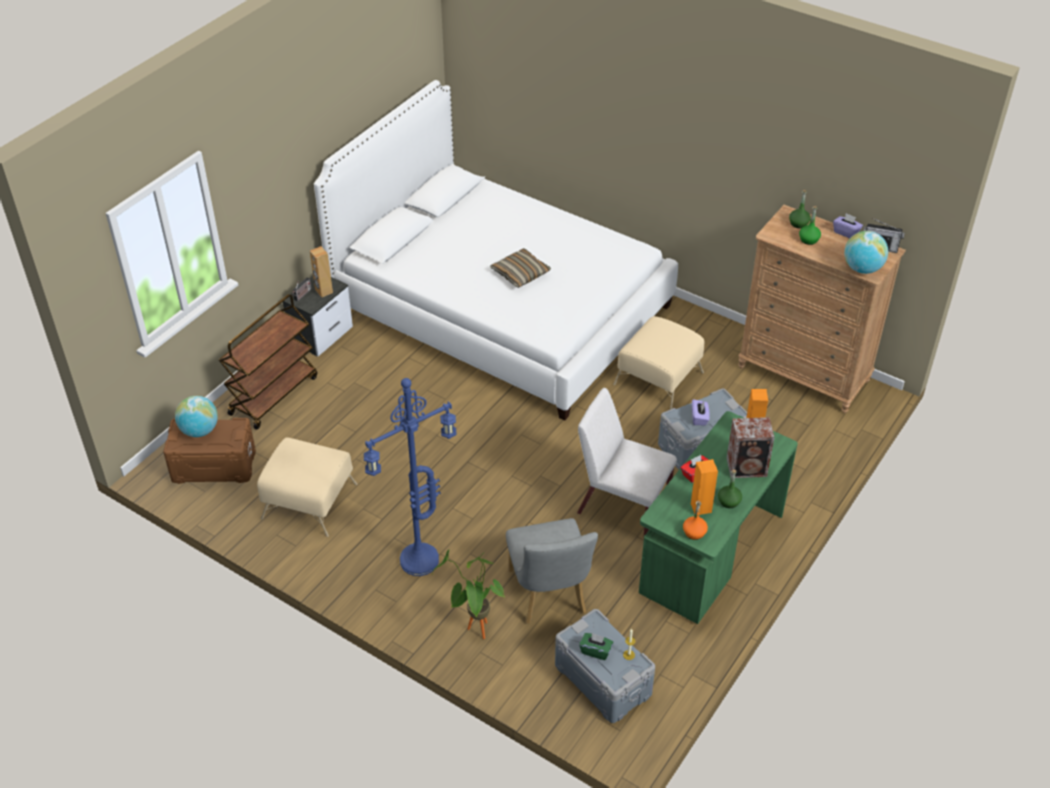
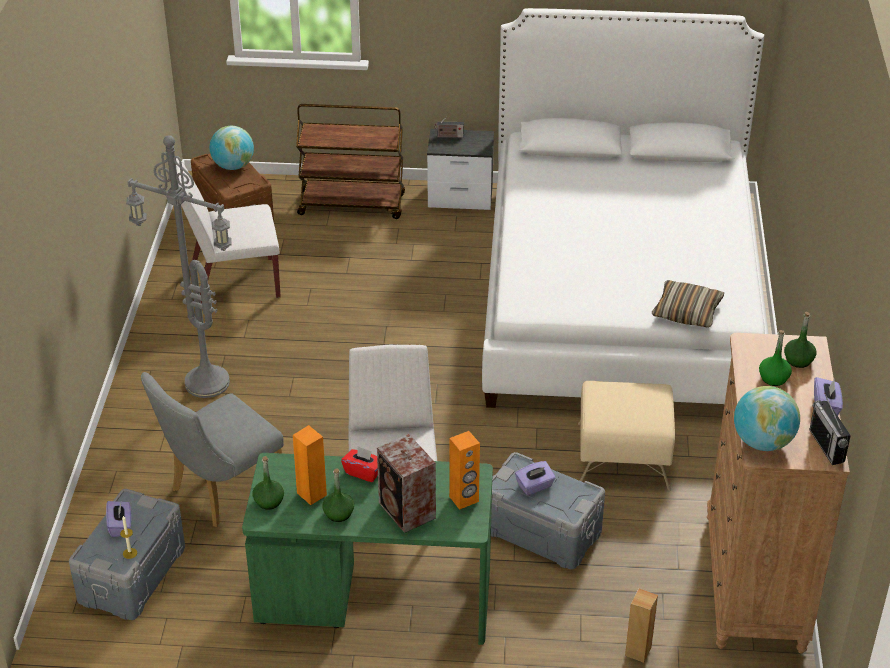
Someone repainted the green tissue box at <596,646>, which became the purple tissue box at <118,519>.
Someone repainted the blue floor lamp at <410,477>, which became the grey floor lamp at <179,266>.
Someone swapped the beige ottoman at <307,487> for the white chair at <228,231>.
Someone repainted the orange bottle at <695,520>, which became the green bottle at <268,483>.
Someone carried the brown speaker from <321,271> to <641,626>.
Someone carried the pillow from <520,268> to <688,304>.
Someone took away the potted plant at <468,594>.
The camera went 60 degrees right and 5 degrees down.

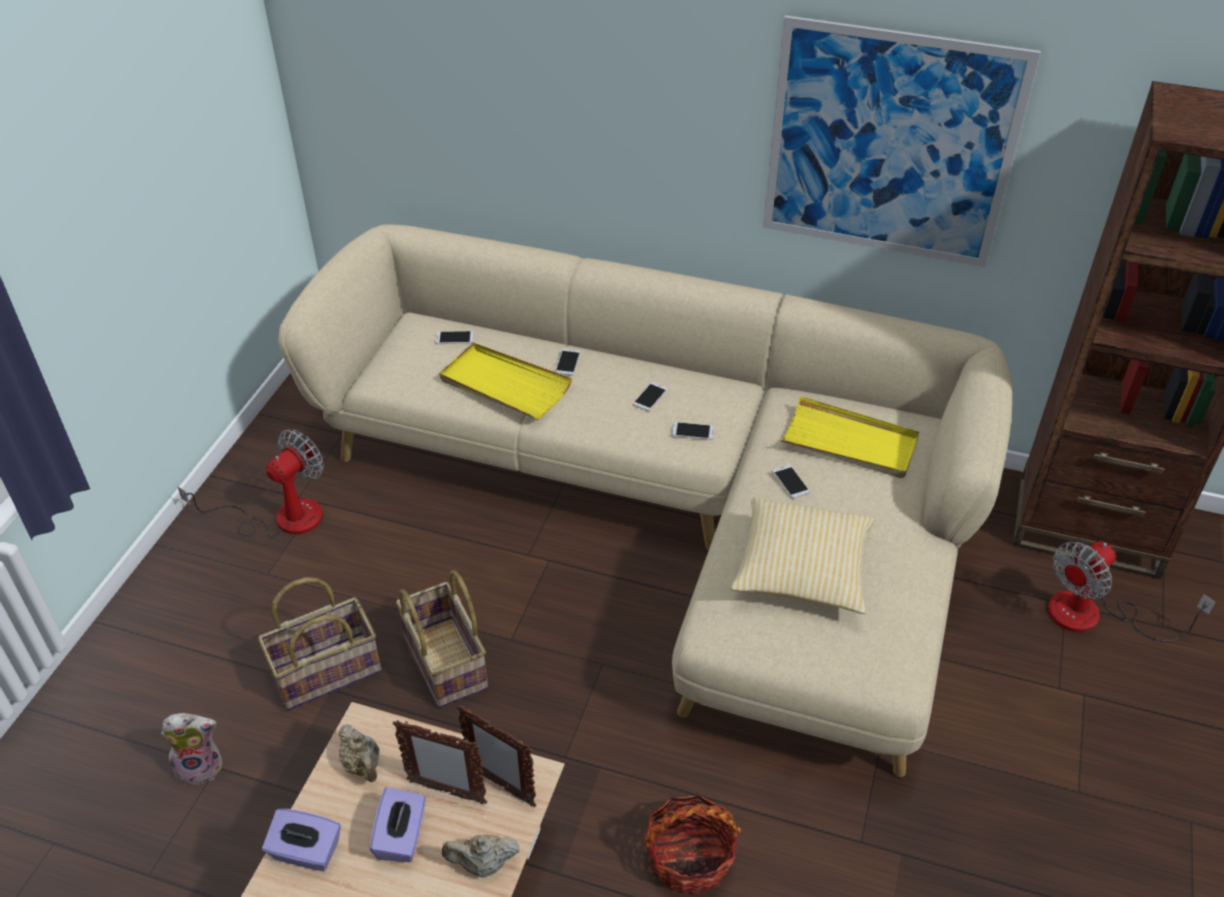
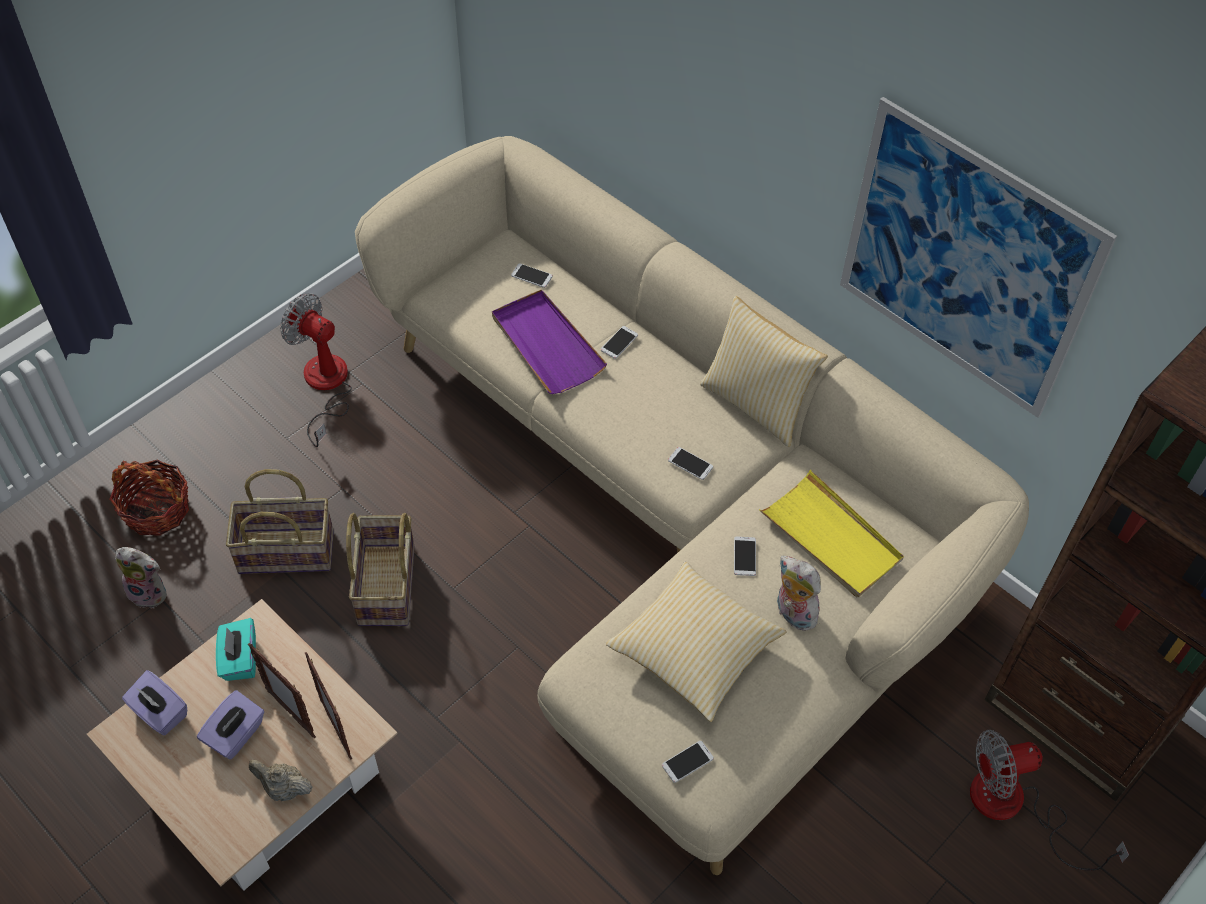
Someone carried the basket from <692,845> to <149,498>.
Someone swapped the beige teapot at <358,753> for the turquoise tissue box at <236,649>.
Someone rotated the fan at <250,483> by 120 degrees counterclockwise.
Someone repainted the yellow tray at <506,381>, which became the purple tray at <549,342>.
Someone carried the phone from <650,396> to <688,762>.
Someone put down the pillow at <764,371>.
Someone put down the plush toy at <799,593>.
The camera went 25 degrees right and 10 degrees up.

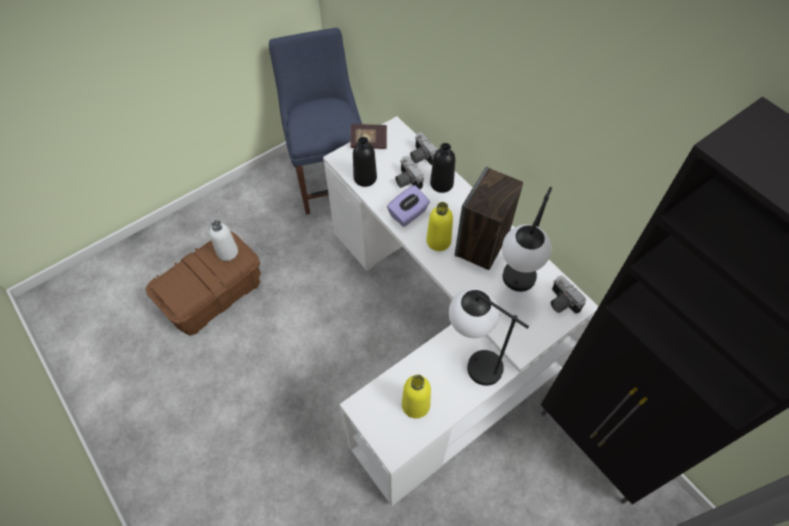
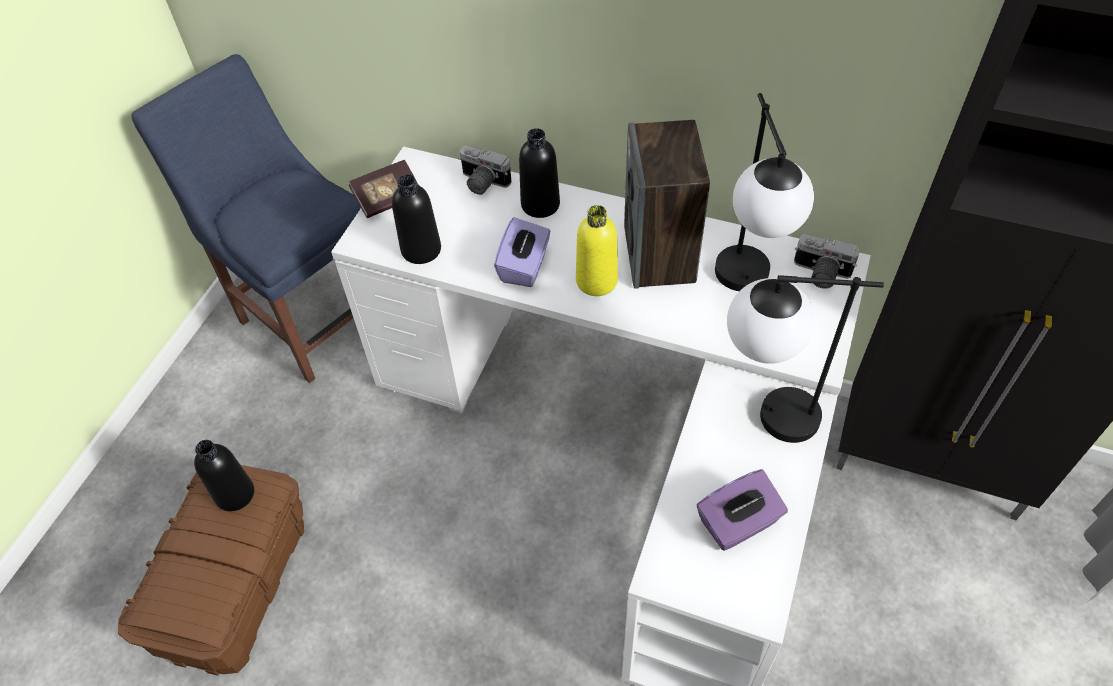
Someone repainted the white bottle at <223,240>, which became the black bottle at <224,475>.
Someone swapped the yellow bottle at <416,397> for the purple tissue box at <742,510>.
Someone took away the photo camera at <409,173>.
The camera went 30 degrees left and 5 degrees down.

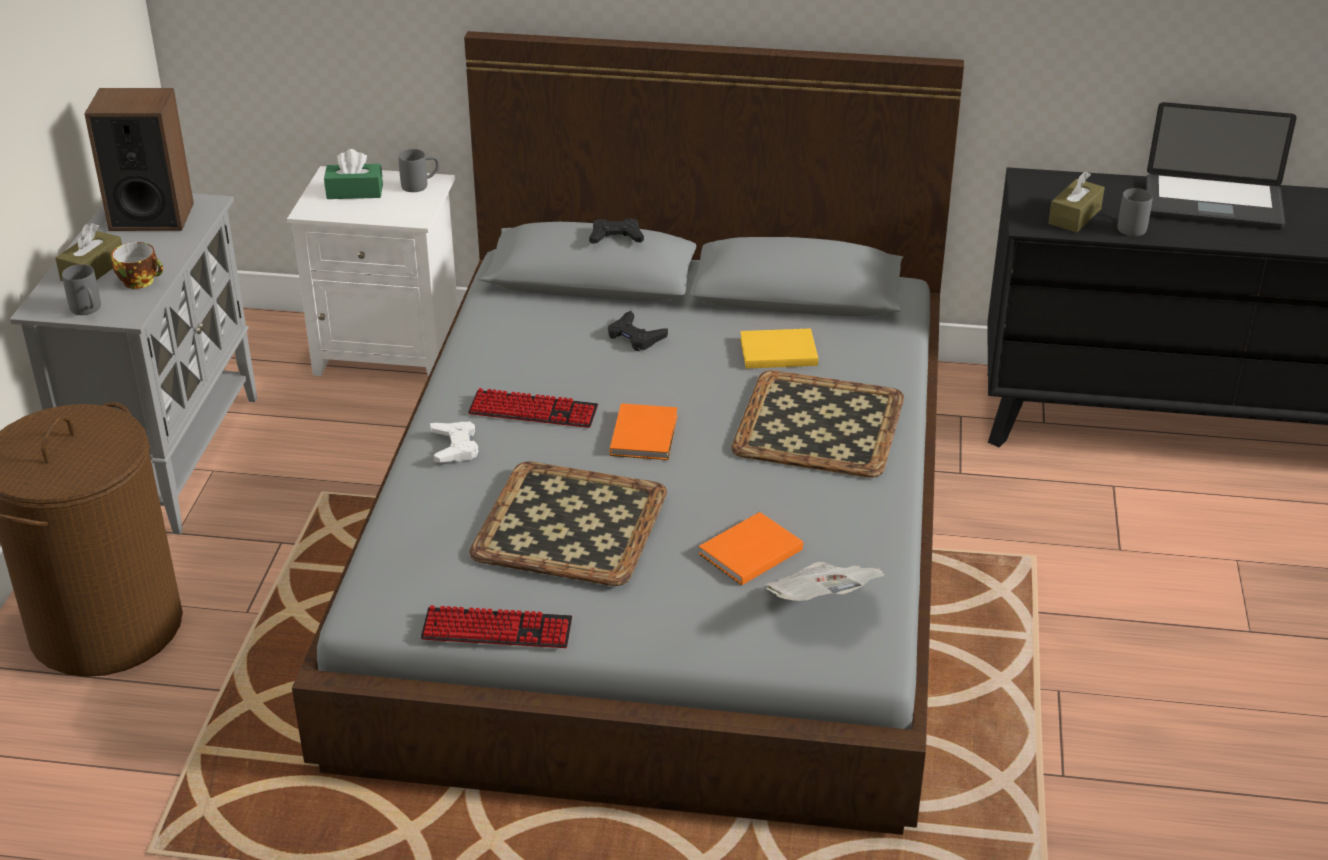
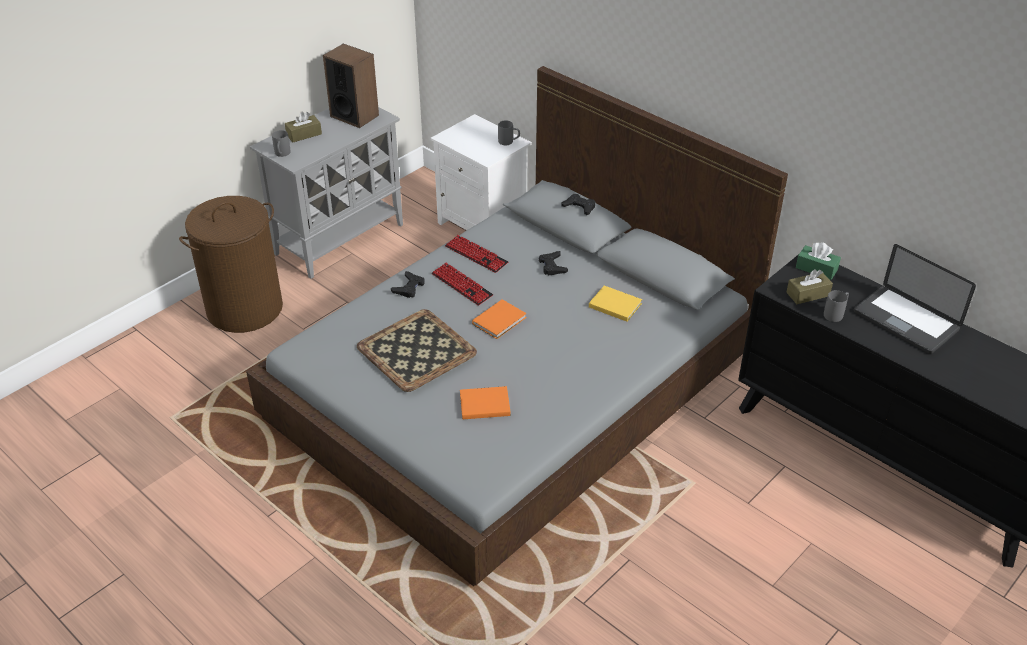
Someone repainted the white game controller at <454,442>, which became the black game controller at <408,284>.
Someone carried the keyboard from <496,626> to <477,254>.
Someone carried the green tissue box from <353,174> to <818,261>.
Someone took away the cup at <137,265>.
Someone took away the tray at <817,424>.
Someone took away the newspaper at <824,581>.
The camera went 35 degrees right and 5 degrees up.

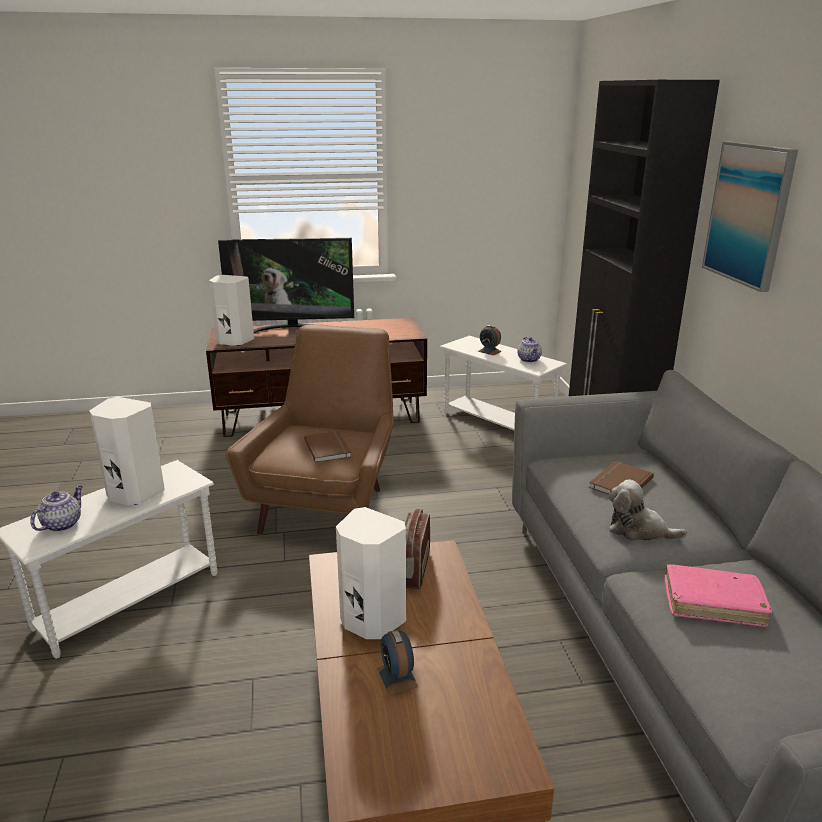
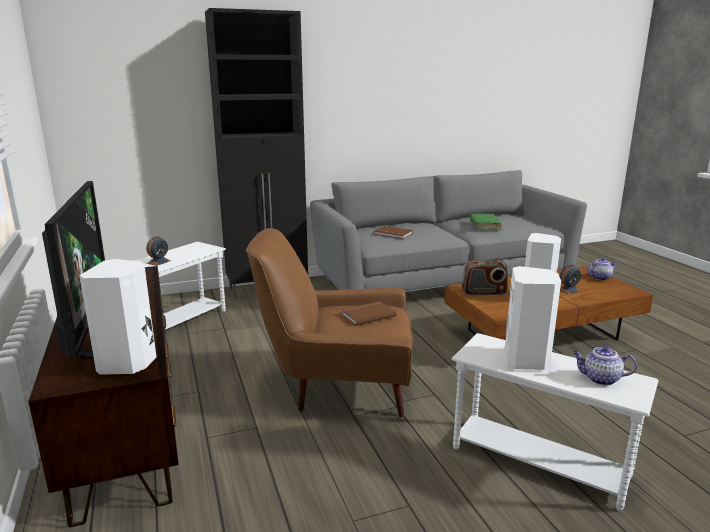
Someone repainted the pink book at <718,595>, which became the green book at <486,222>.
Someone carried the teapot from <529,349> to <601,269>.
Someone took away the plush toy at <648,510>.
Someone took away the picture at <750,217>.
The camera went 100 degrees left and 5 degrees down.

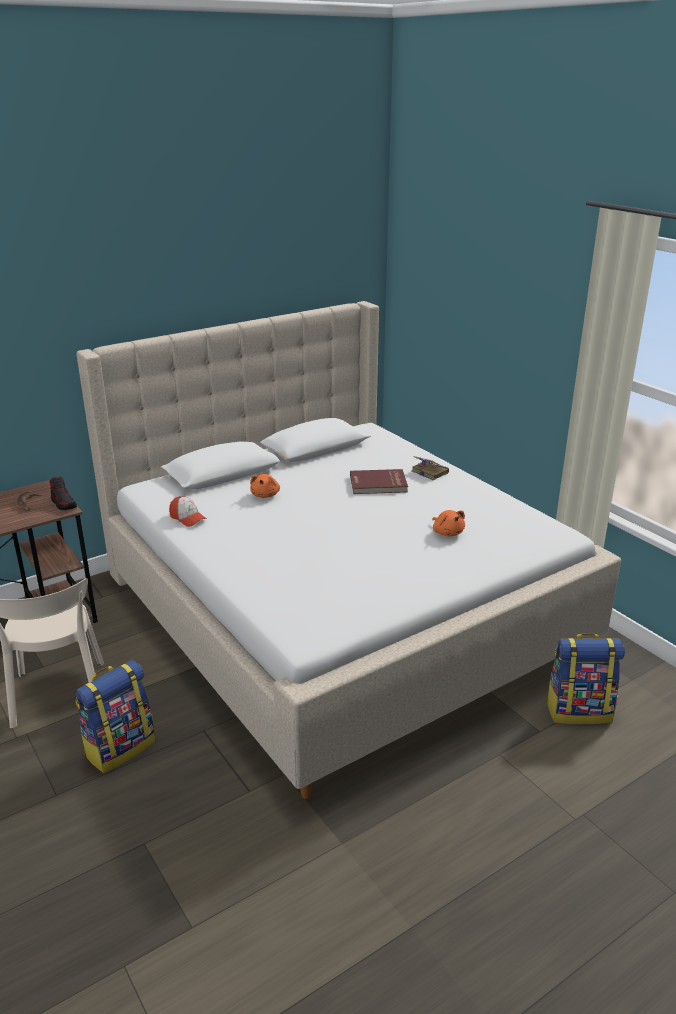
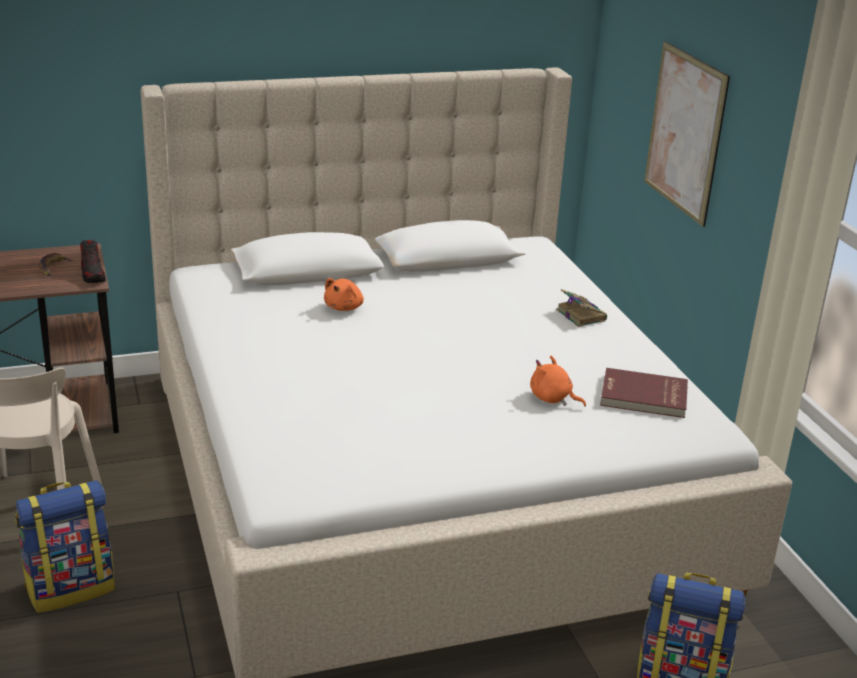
Someone rotated the orange plush toy at <448,523> by 135 degrees clockwise.
Someone carried the red book from <379,481> to <644,393>.
Someone put up the picture at <687,134>.
Someone took away the cap at <188,511>.
The camera went 15 degrees right and 0 degrees up.

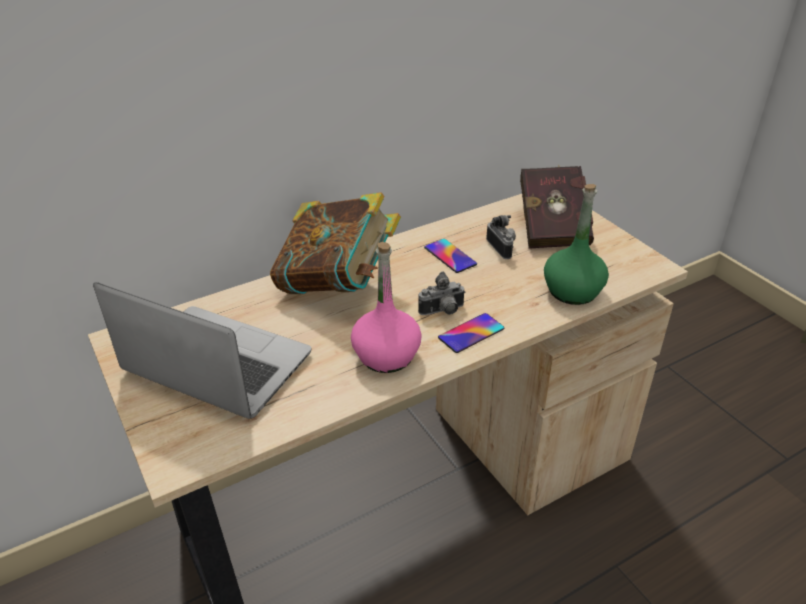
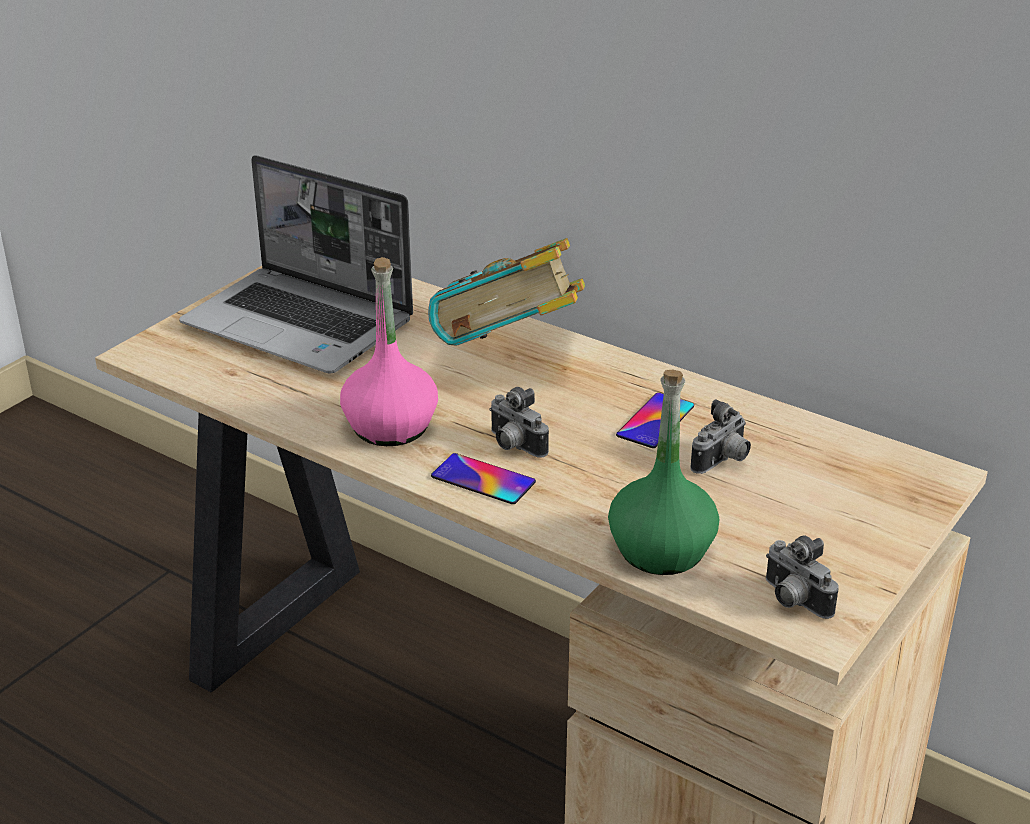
Someone rotated the laptop at <202,350> by 120 degrees clockwise.
Someone put down the photo camera at <802,577>.
Someone took away the red book at <557,207>.
The camera went 65 degrees right and 5 degrees down.

